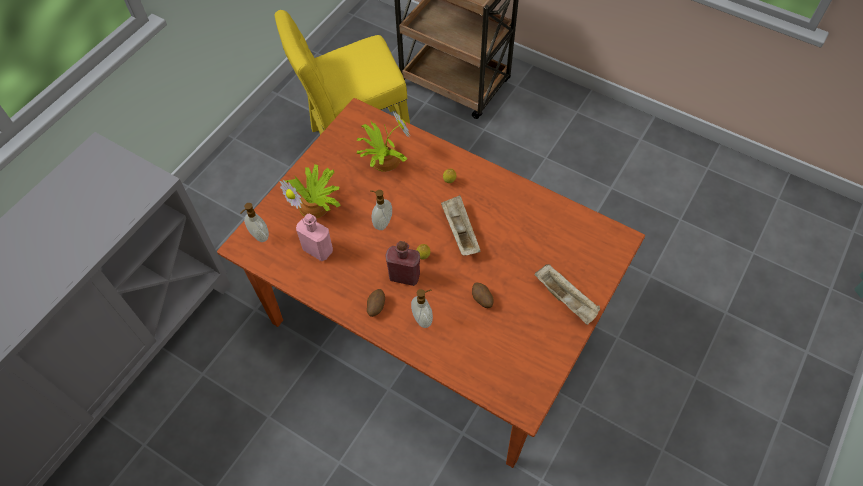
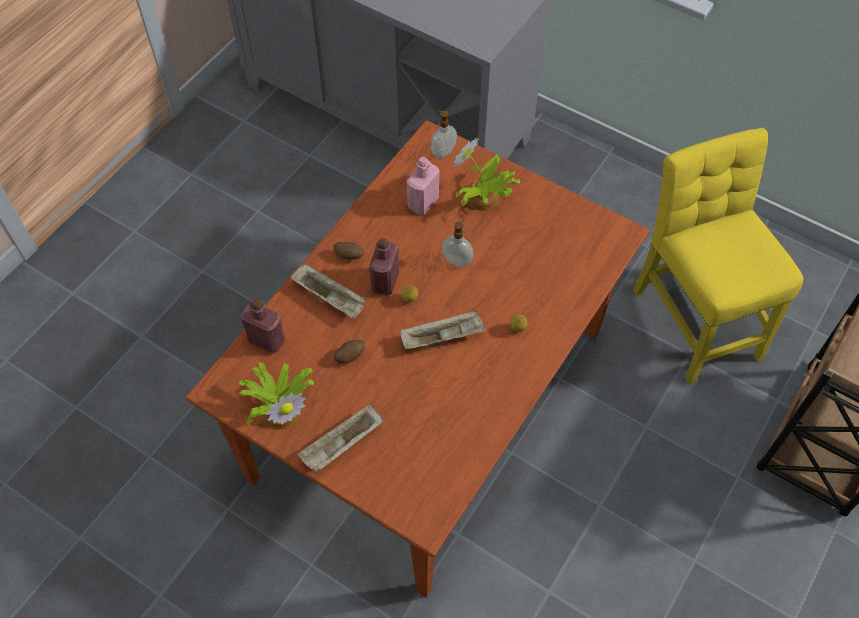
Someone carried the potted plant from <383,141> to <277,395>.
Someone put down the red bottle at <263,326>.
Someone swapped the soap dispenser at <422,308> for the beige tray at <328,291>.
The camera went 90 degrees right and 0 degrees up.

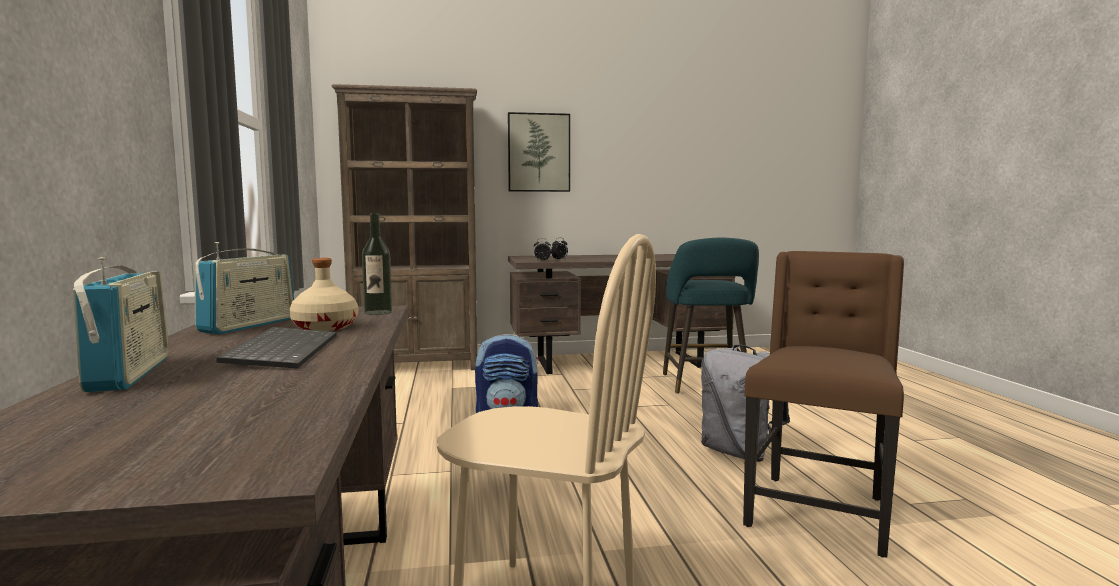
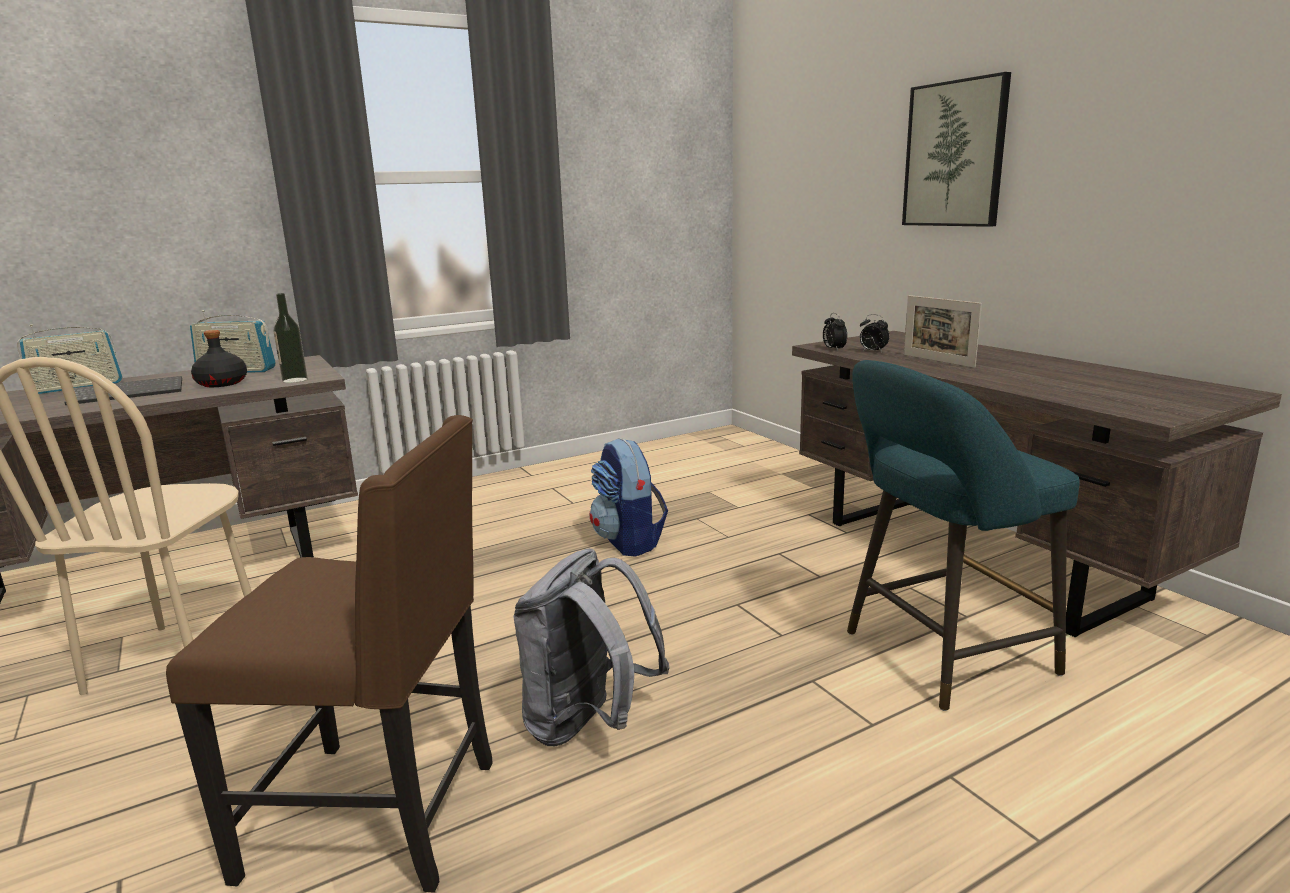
Someone repainted the beige bottle at <323,294>, which became the black bottle at <219,358>.
Someone put down the picture frame at <943,331>.
Someone took away the brown bookcase at <404,227>.
The camera went 70 degrees right and 10 degrees up.

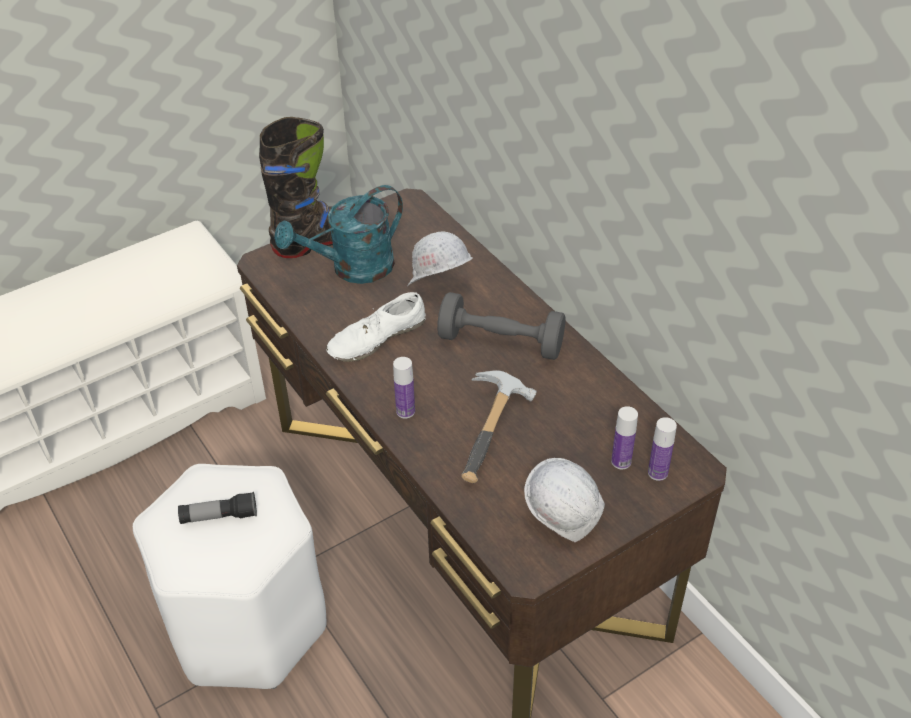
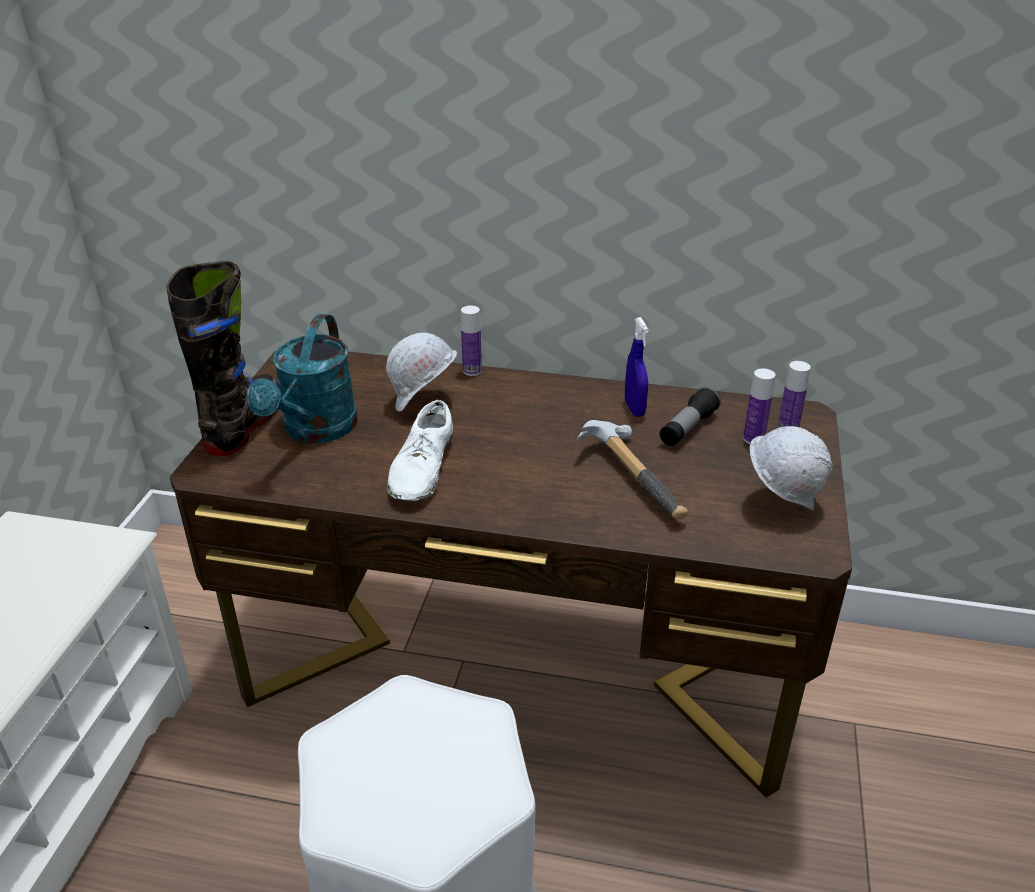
Someone carried the bottle from <404,388> to <471,340>.
Someone put down the blue spray bottle at <637,367>.
Someone carried the flashlight from <217,508> to <690,416>.
Someone took away the grey dumbbell at <501,326>.
The camera went 45 degrees left and 10 degrees down.

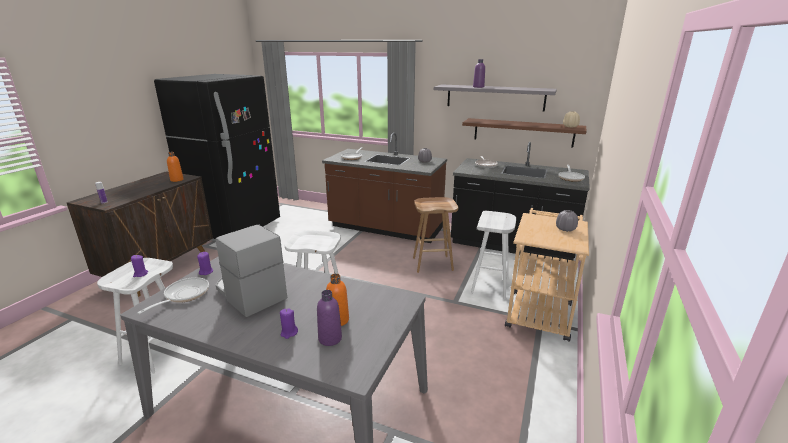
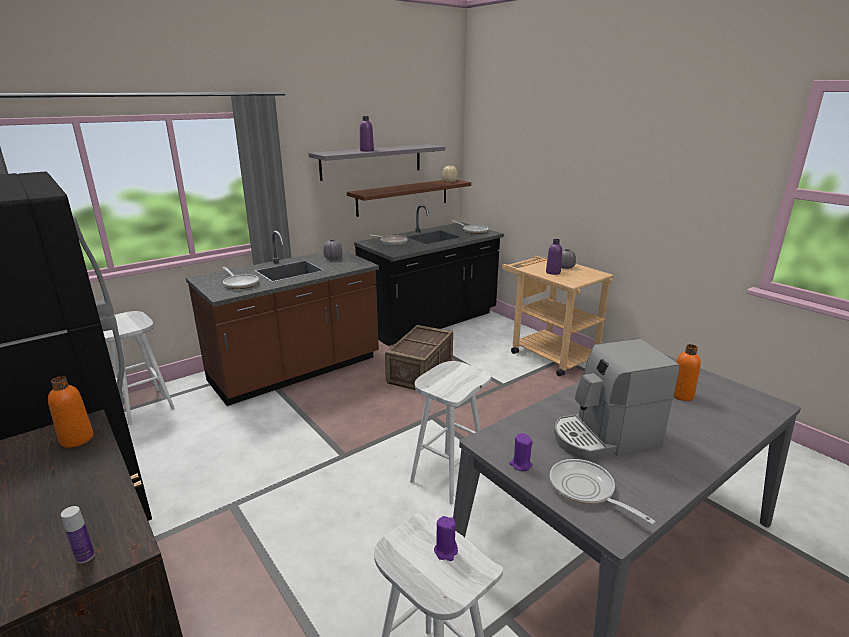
Someone carried the white stool from <493,255> to <139,368>.
Someone swapped the brown stool at <435,235> for the crate at <419,357>.
Someone carried the purple bottle from <329,318> to <554,257>.
Someone took away the purple candle at <289,323>.
The camera went 60 degrees left and 0 degrees up.

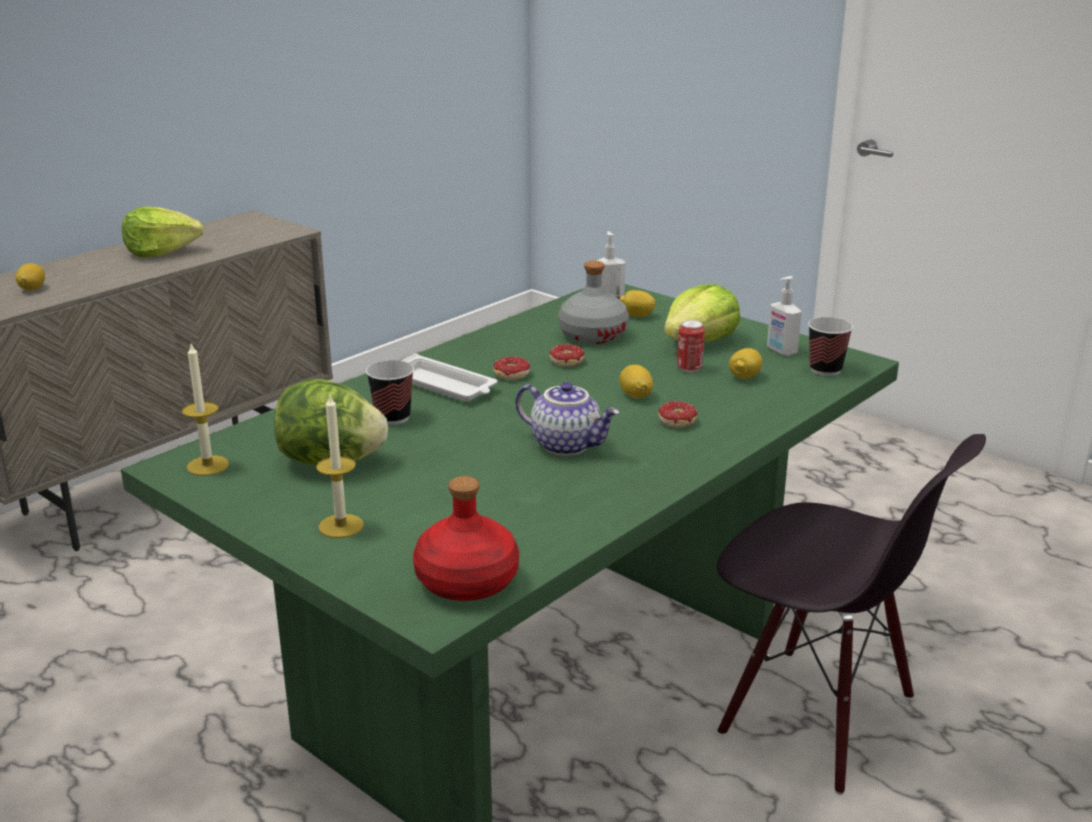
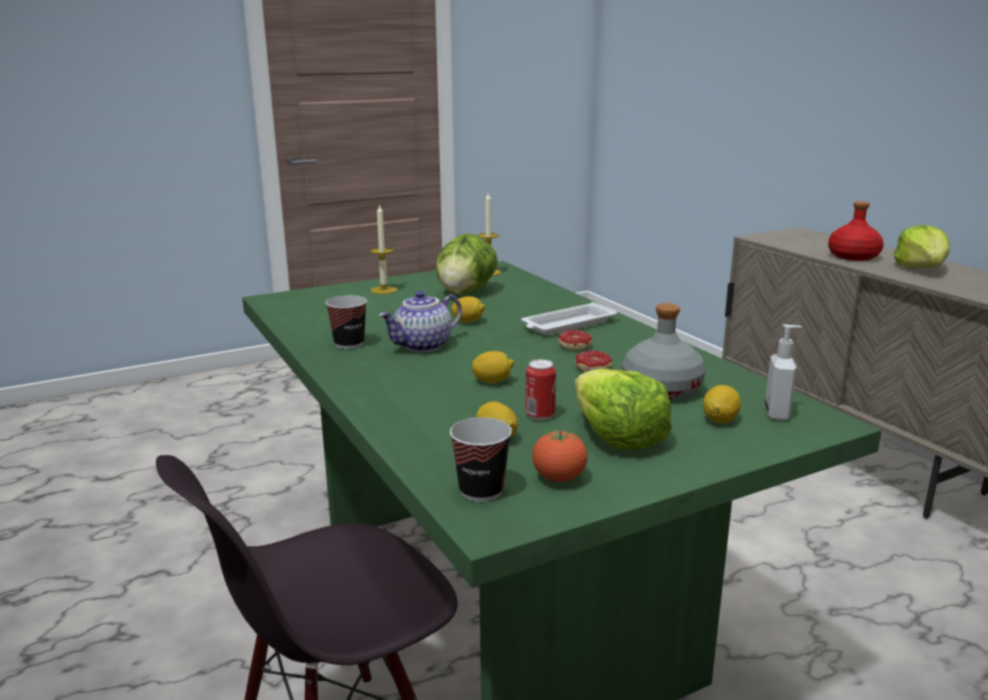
Someone carried the cup from <390,392> to <346,322>.
Someone carried the lemon from <30,277> to <468,309>.
Someone swapped the soap dispenser at <784,316> for the tomato at <560,456>.
Someone carried the red bottle from <466,538> to <856,231>.
Someone took away the donut at <687,414>.
The camera went 110 degrees right and 5 degrees down.

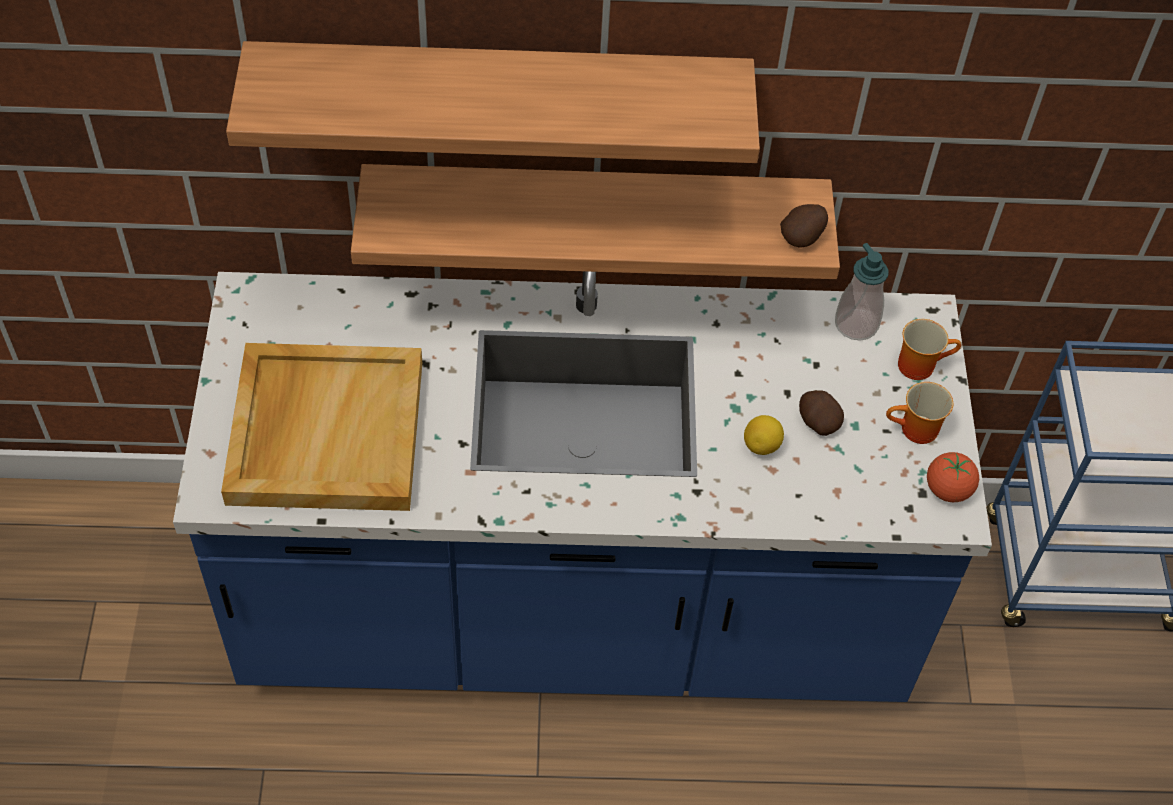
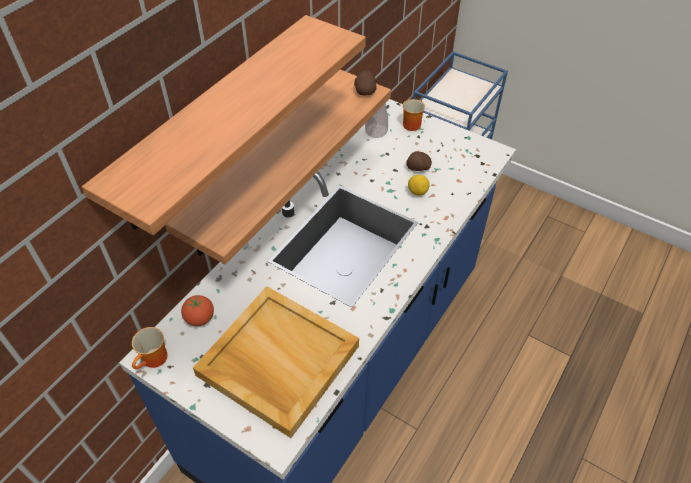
Someone carried the mug from <919,413> to <149,348>.
Someone carried the tomato from <953,477> to <197,310>.
The camera went 55 degrees left and 5 degrees down.

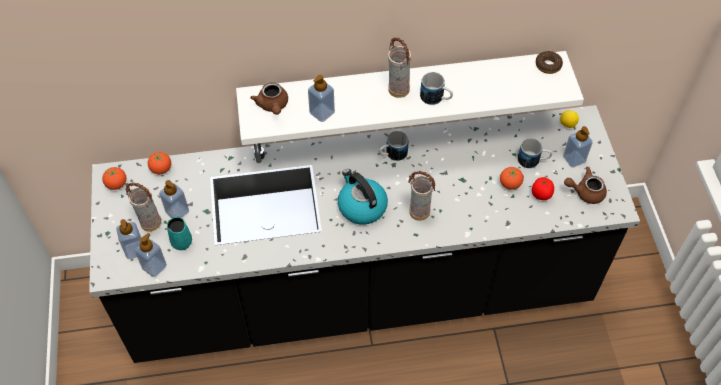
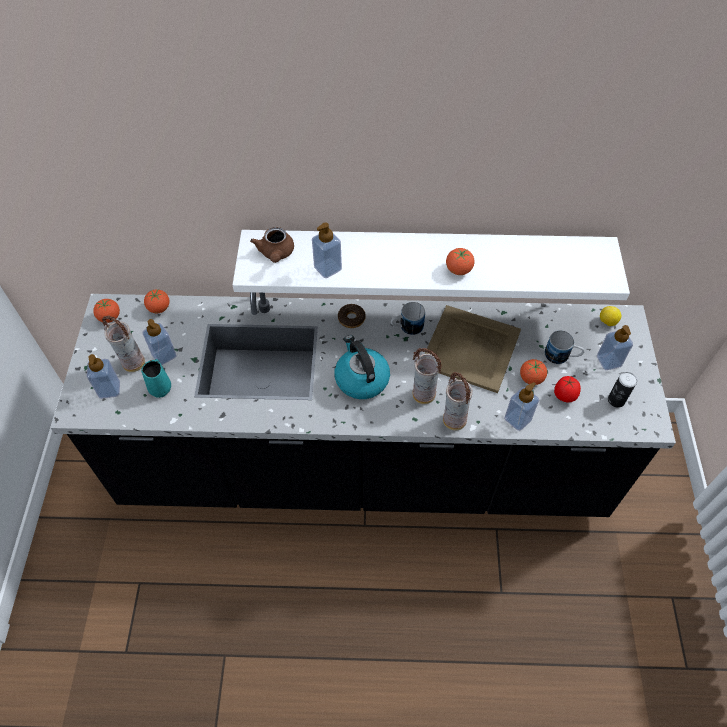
Someone carried the donut from <549,62> to <352,316>.
Someone put down the beige tray at <473,349>.
Someone carried the vase from <399,67> to <458,401>.
Someone swapped the mug at <436,88> for the tomato at <460,261>.
Someone carried the soap dispenser from <150,255> to <521,406>.
Someone swapped the brown teapot at <585,185> for the can at <622,390>.
The camera went 10 degrees right and 0 degrees up.

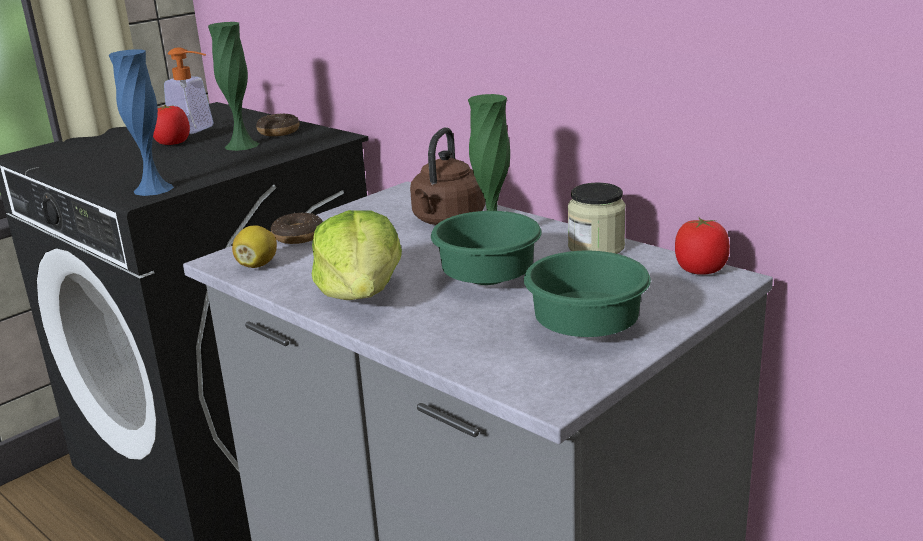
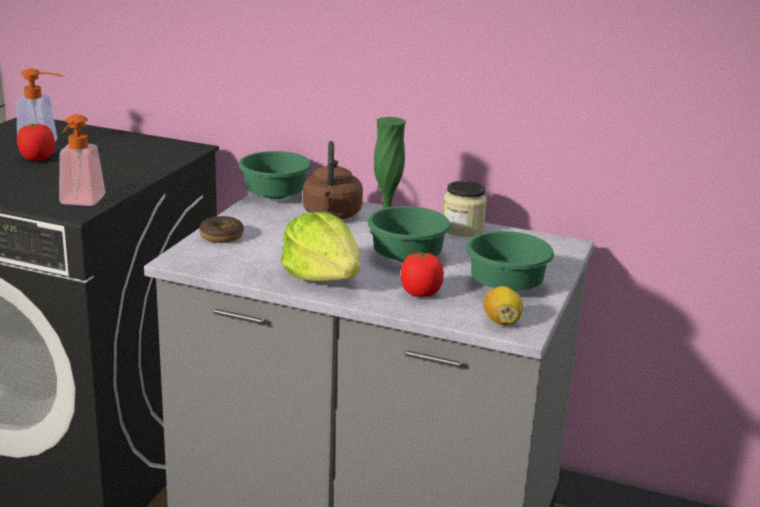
Someone swapped the blue vase at <141,122> for the soap dispenser at <82,160>.
Someone put down the green bowl at <275,175>.
Someone carried the tomato from <702,246> to <422,274>.
Someone carried the lemon from <254,247> to <503,305>.
Someone took away the green vase at <233,86>.
Someone took away the donut at <277,125>.
The camera went 25 degrees left and 0 degrees up.

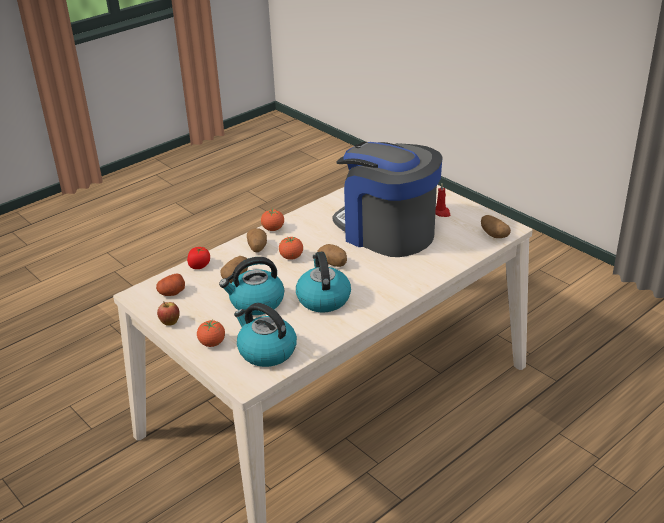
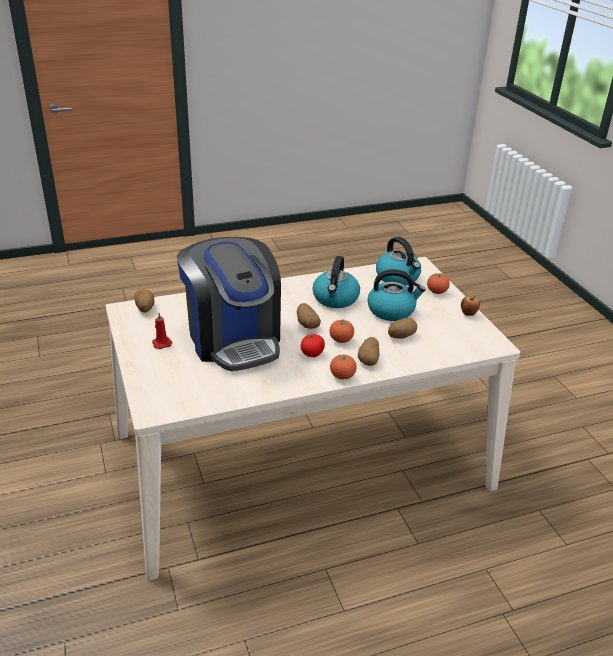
Someone carried the tomato from <198,258> to <313,345>.
Someone took away the potato at <170,284>.
The camera went 160 degrees left and 0 degrees up.

